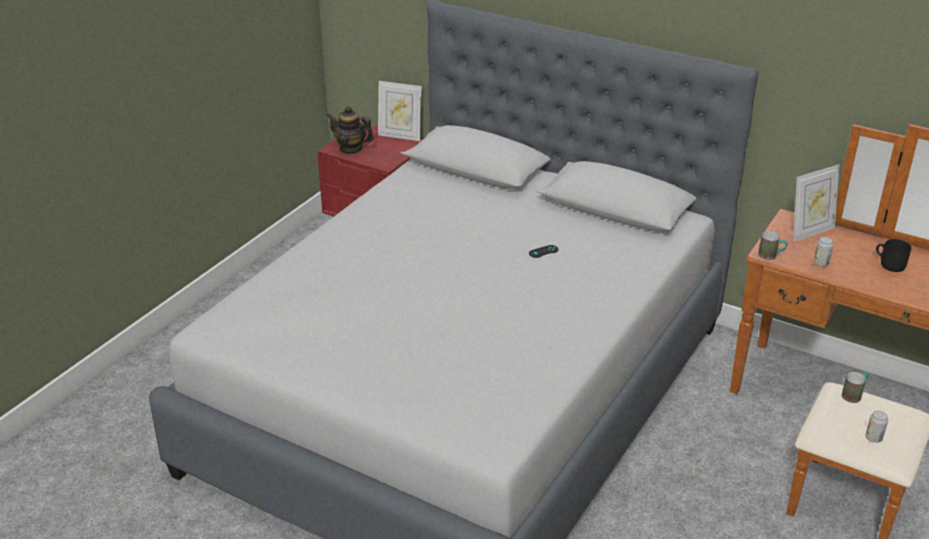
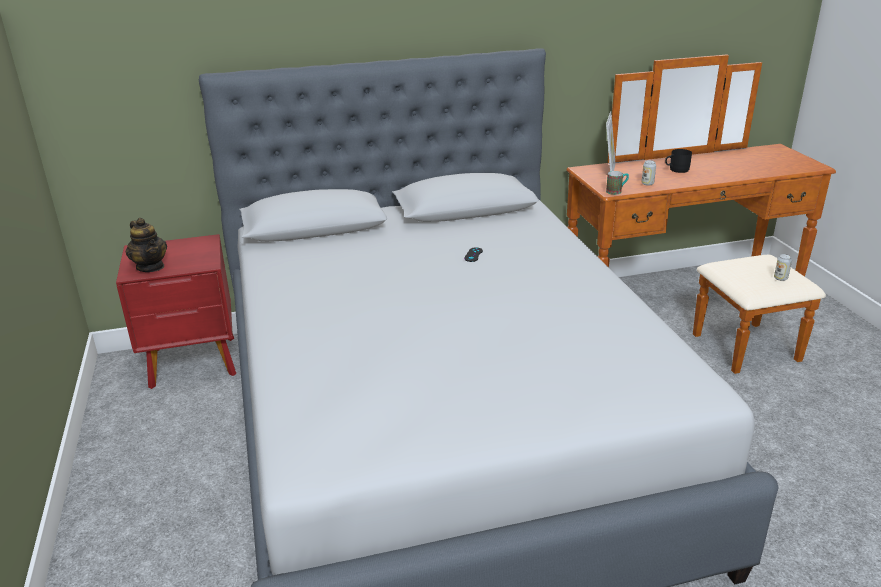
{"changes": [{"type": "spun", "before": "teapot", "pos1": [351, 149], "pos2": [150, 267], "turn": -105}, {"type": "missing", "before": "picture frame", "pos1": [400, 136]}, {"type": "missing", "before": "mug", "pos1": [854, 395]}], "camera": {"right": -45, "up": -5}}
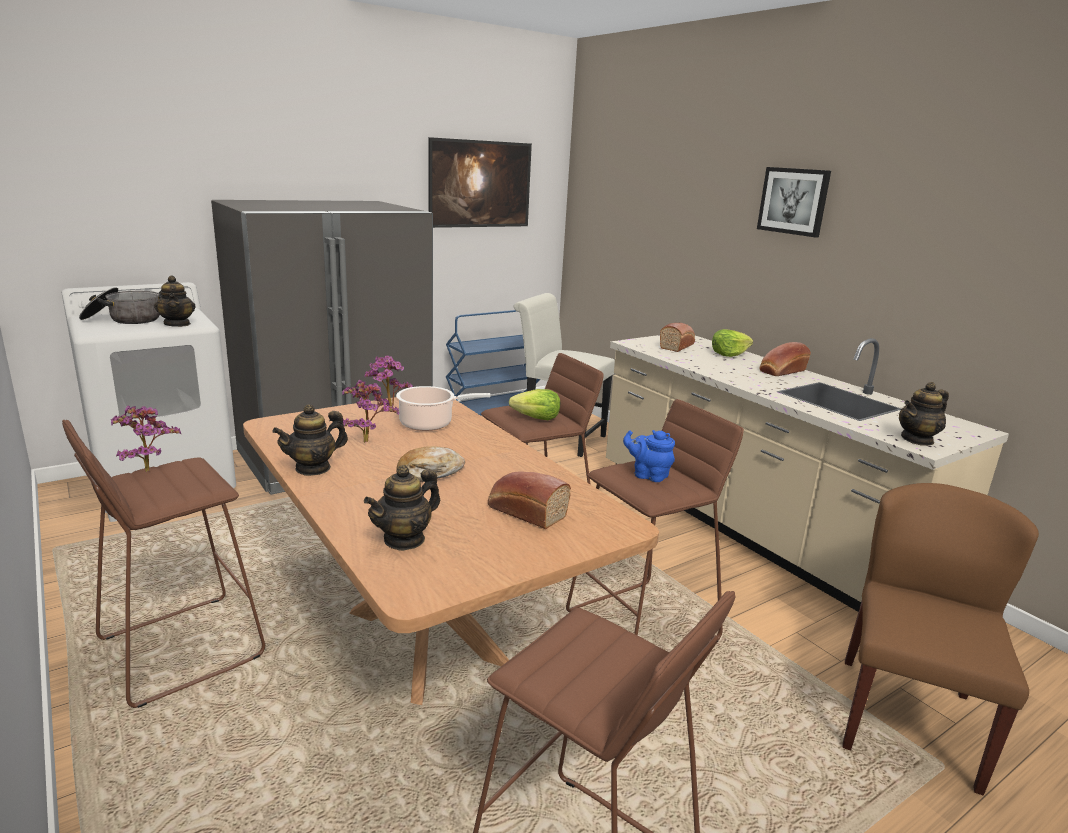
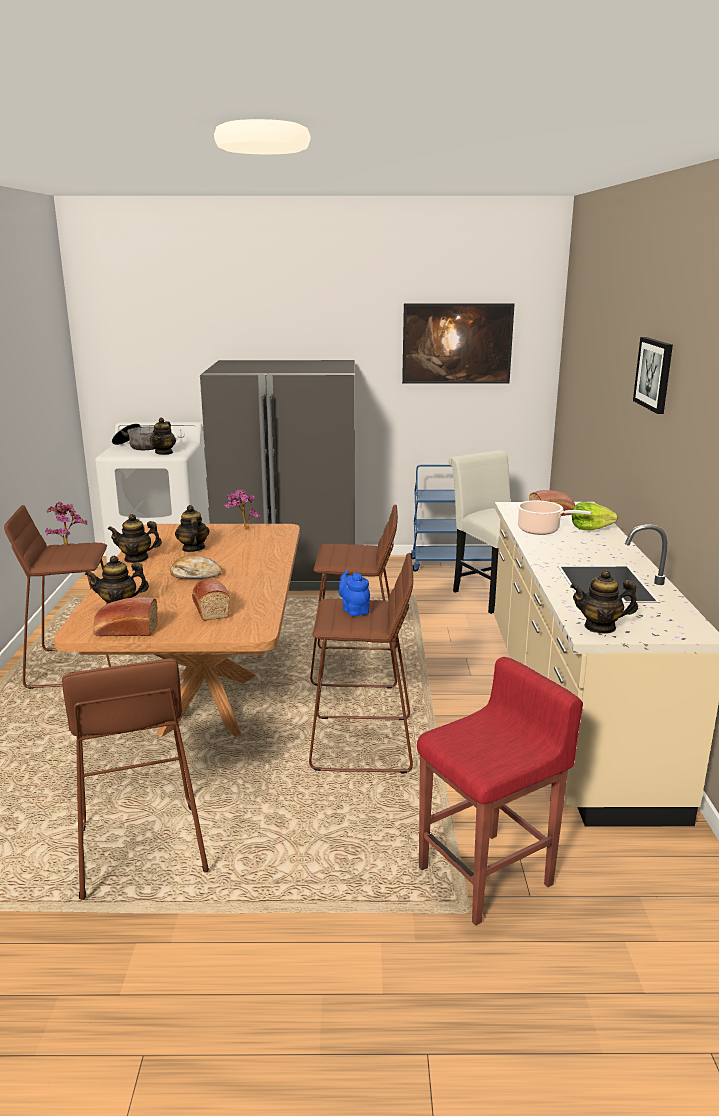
{"changes": [{"type": "relocated", "before": "bread", "pos1": [781, 371], "pos2": [124, 631]}, {"type": "exchanged", "before": "potted plant", "after": "teapot", "pos1": [367, 440], "pos2": [193, 548]}, {"type": "exchanged", "before": "chair/brown", "after": "stool/red", "pos1": [906, 719], "pos2": [487, 876]}, {"type": "relocated", "before": "cooking pot", "pos1": [430, 424], "pos2": [541, 530]}, {"type": "missing", "before": "lettuce", "pos1": [536, 418]}], "camera": {"right": 35, "up": 0}}
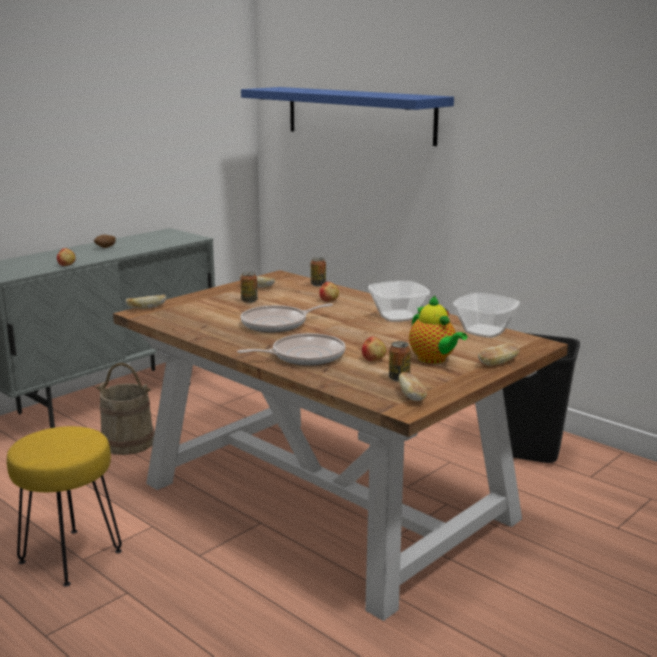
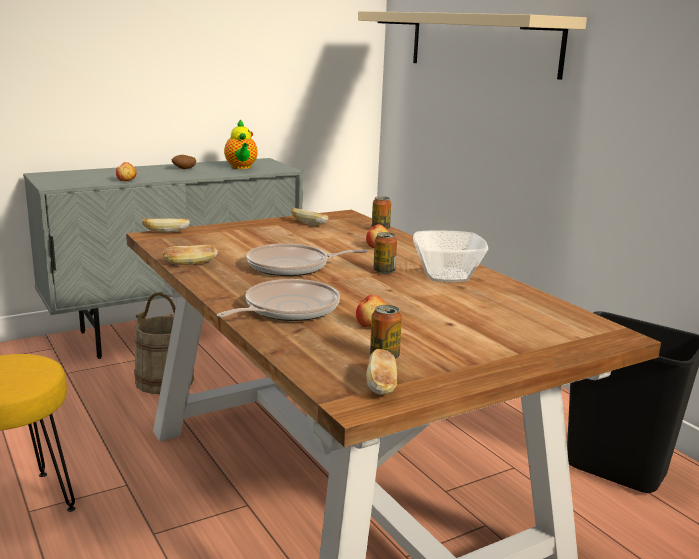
{"changes": [{"type": "relocated", "before": "bread", "pos1": [498, 363], "pos2": [190, 264]}, {"type": "spun", "before": "frying pan", "pos1": [304, 356], "pos2": [287, 309], "turn": -45}, {"type": "relocated", "before": "teapot", "pos1": [434, 360], "pos2": [241, 167]}, {"type": "colour", "before": "shelf/blue", "after": "shelf/beige", "pos1": [359, 114], "pos2": [481, 43]}, {"type": "relocated", "before": "can", "pos1": [249, 301], "pos2": [384, 271]}, {"type": "missing", "before": "bowl", "pos1": [485, 331]}], "camera": {"right": 15, "up": 0}}
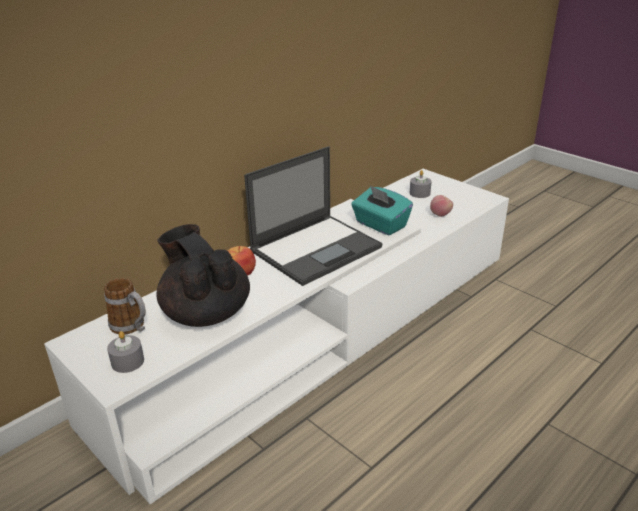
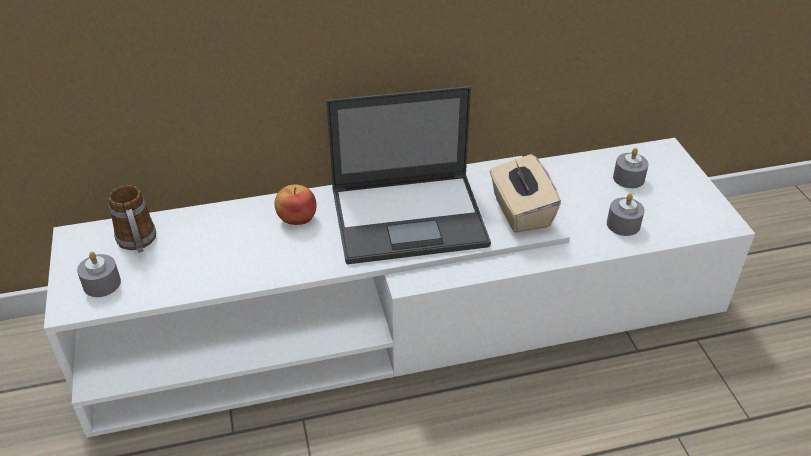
{"changes": [{"type": "colour", "before": "tissue box/turquoise", "after": "tissue box/beige", "pos1": [380, 225], "pos2": [520, 211]}, {"type": "exchanged", "before": "apple", "after": "candle/grey", "pos1": [440, 215], "pos2": [623, 224]}, {"type": "missing", "before": "teapot/black", "pos1": [206, 313]}], "camera": {"right": 30, "up": 10}}
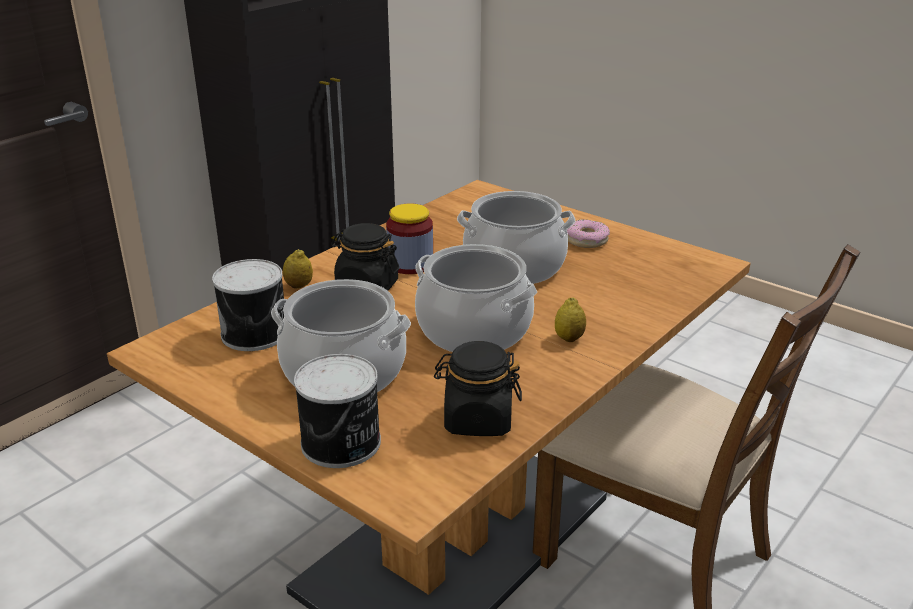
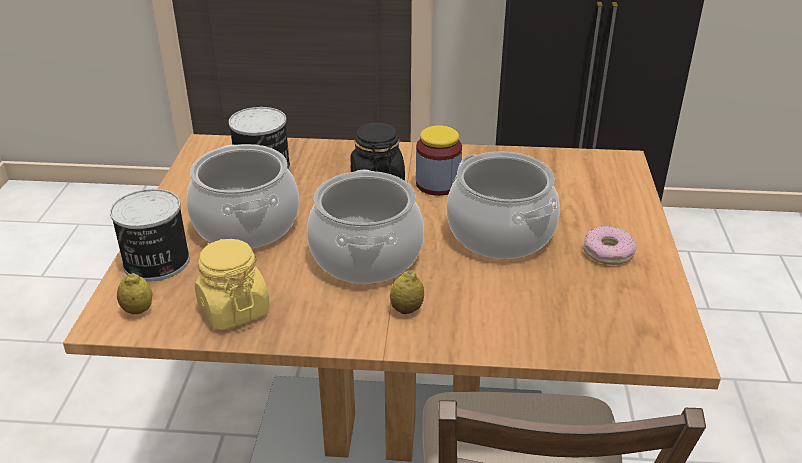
{"changes": [{"type": "relocated", "before": "lemon", "pos1": [299, 286], "pos2": [138, 310]}, {"type": "colour", "before": "jar/black", "after": "jar/yellow", "pos1": [477, 420], "pos2": [233, 309]}], "camera": {"right": 55, "up": 5}}
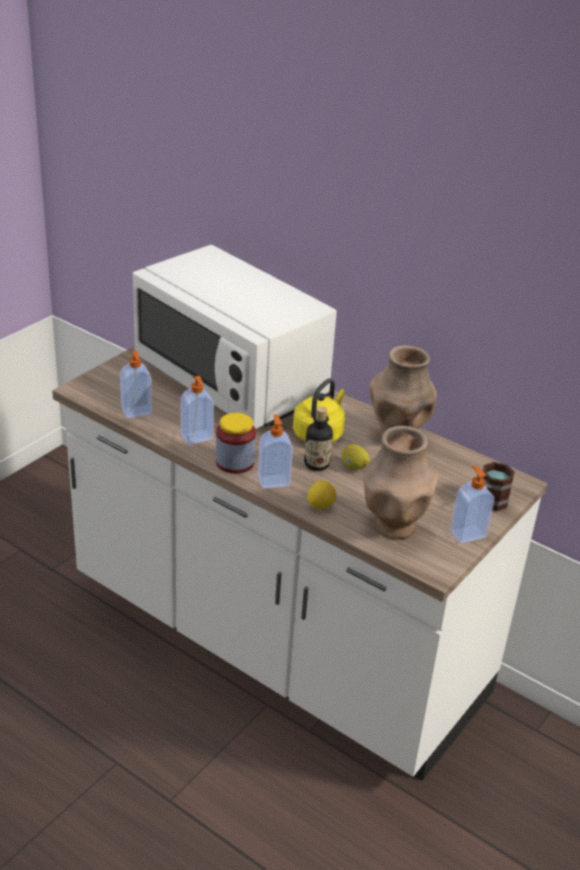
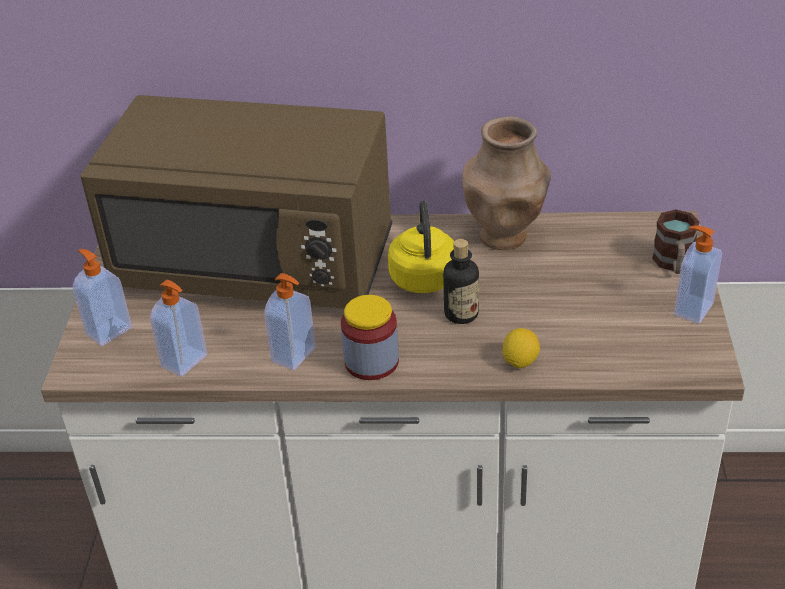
{"changes": [{"type": "relocated", "before": "soap dispenser", "pos1": [273, 481], "pos2": [108, 330]}, {"type": "colour", "before": "microwave/white", "after": "microwave/brown", "pos1": [231, 382], "pos2": [257, 264]}, {"type": "missing", "before": "lemon", "pos1": [354, 467]}, {"type": "missing", "before": "vase/brown", "pos1": [393, 526]}], "camera": {"right": -30, "up": 5}}
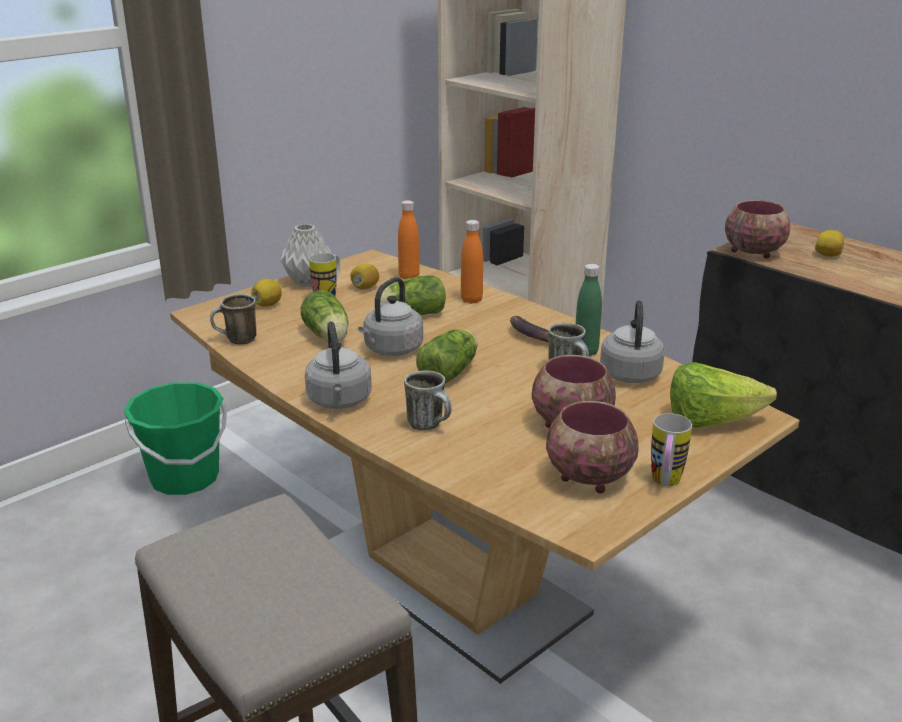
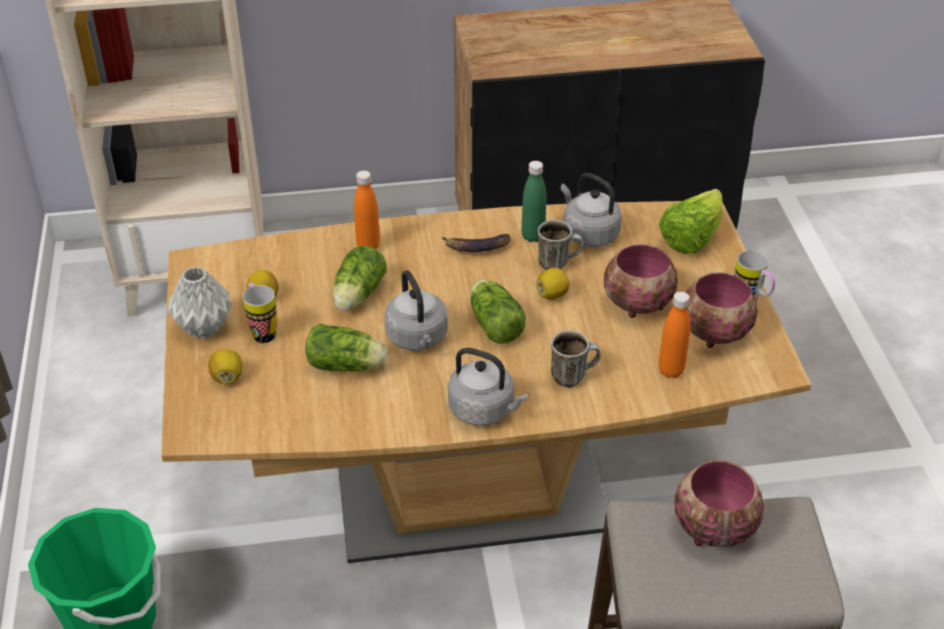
{"changes": [{"type": "relocated", "before": "lemon", "pos1": [828, 255], "pos2": [552, 294]}, {"type": "relocated", "before": "bottle/orange", "pos1": [409, 277], "pos2": [671, 370]}, {"type": "relocated", "before": "bowl", "pos1": [753, 252], "pos2": [712, 528]}, {"type": "missing", "before": "mug", "pos1": [236, 341]}], "camera": {"right": -55, "up": 15}}
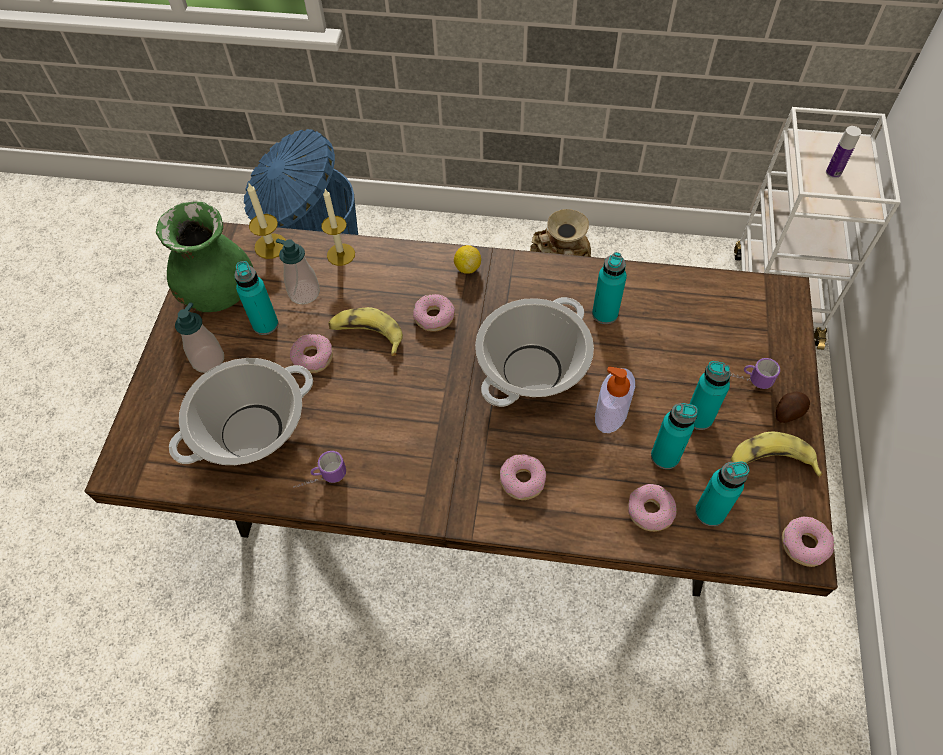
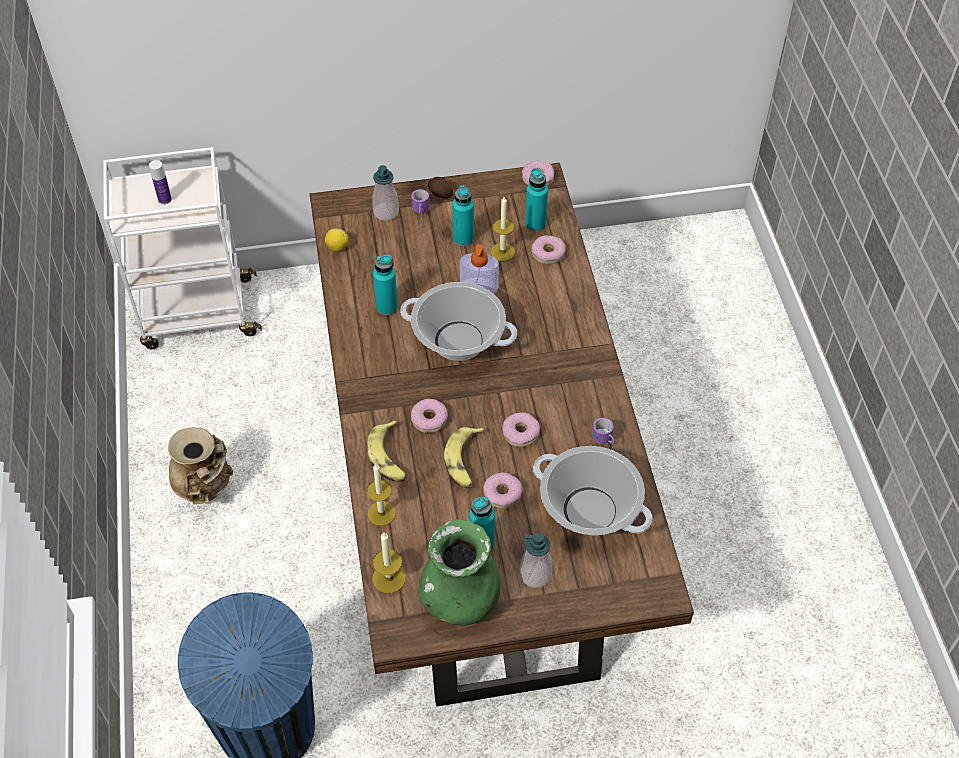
{"changes": [{"type": "relocated", "before": "lemon", "pos1": [467, 267], "pos2": [337, 247]}, {"type": "relocated", "before": "banana", "pos1": [769, 462], "pos2": [389, 457]}, {"type": "relocated", "before": "soap dispenser", "pos1": [304, 293], "pos2": [386, 212]}, {"type": "exchanged", "before": "bottle/turquoise", "after": "candle", "pos1": [665, 456], "pos2": [502, 252]}, {"type": "relocated", "before": "donut", "pos1": [522, 480], "pos2": [521, 433]}], "camera": {"right": -110, "up": -5}}
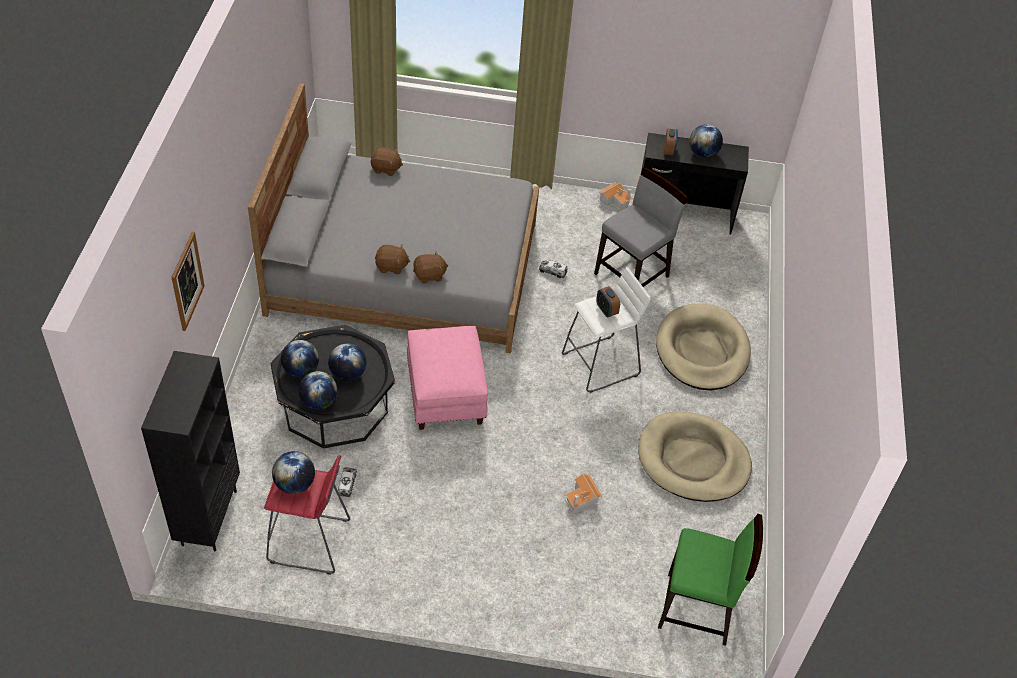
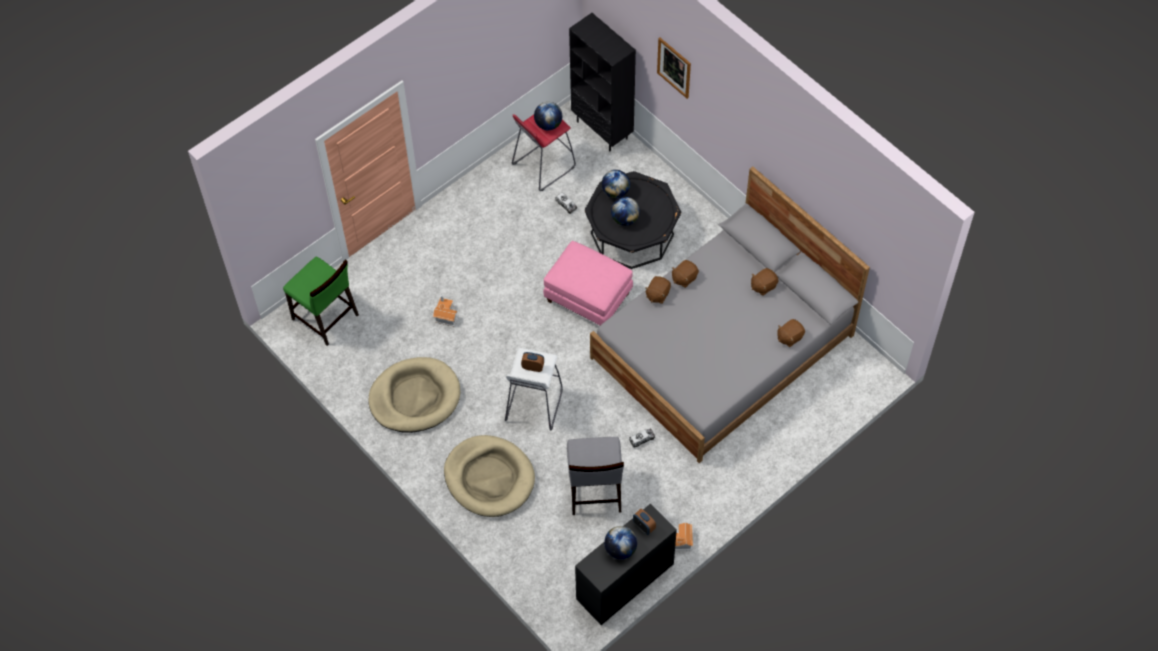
{"changes": [{"type": "spun", "before": "chair/green", "pos1": [697, 609], "pos2": [325, 318], "turn": -105}, {"type": "appeared", "after": "plush toy/brown", "pos2": [763, 286]}, {"type": "missing", "before": "globe", "pos1": [301, 370]}], "camera": {"right": 135, "up": 10}}
